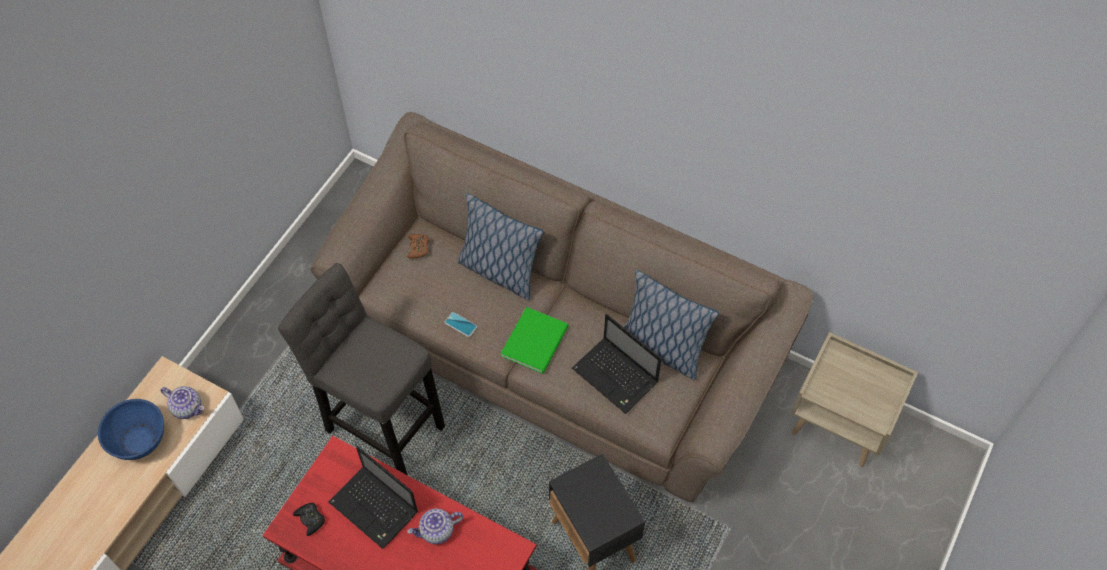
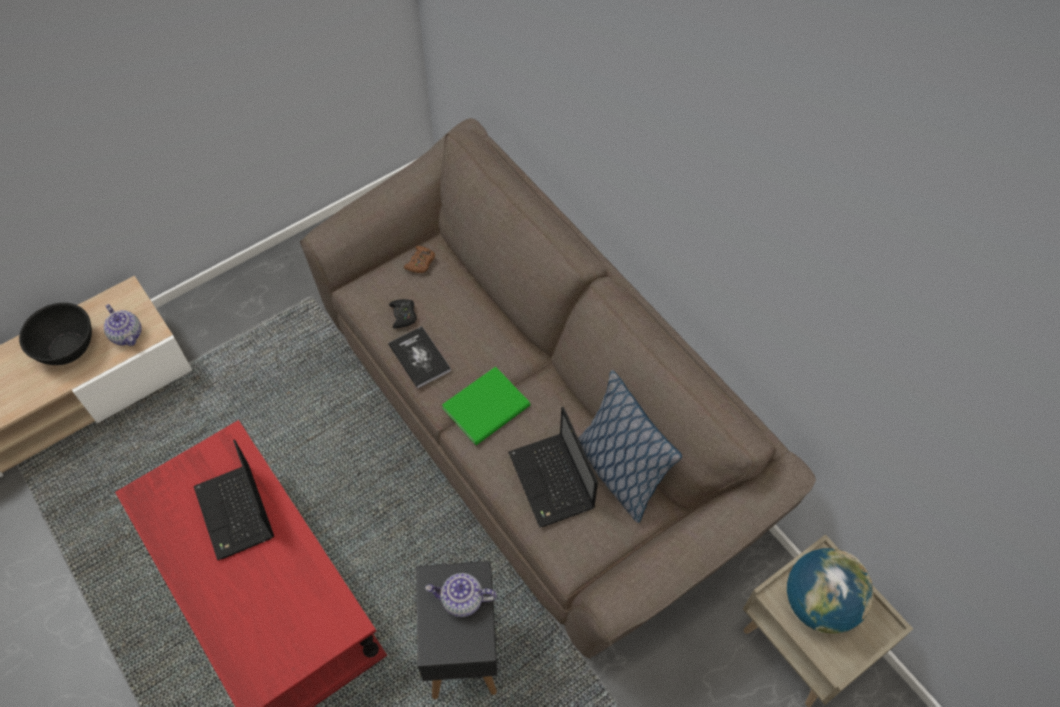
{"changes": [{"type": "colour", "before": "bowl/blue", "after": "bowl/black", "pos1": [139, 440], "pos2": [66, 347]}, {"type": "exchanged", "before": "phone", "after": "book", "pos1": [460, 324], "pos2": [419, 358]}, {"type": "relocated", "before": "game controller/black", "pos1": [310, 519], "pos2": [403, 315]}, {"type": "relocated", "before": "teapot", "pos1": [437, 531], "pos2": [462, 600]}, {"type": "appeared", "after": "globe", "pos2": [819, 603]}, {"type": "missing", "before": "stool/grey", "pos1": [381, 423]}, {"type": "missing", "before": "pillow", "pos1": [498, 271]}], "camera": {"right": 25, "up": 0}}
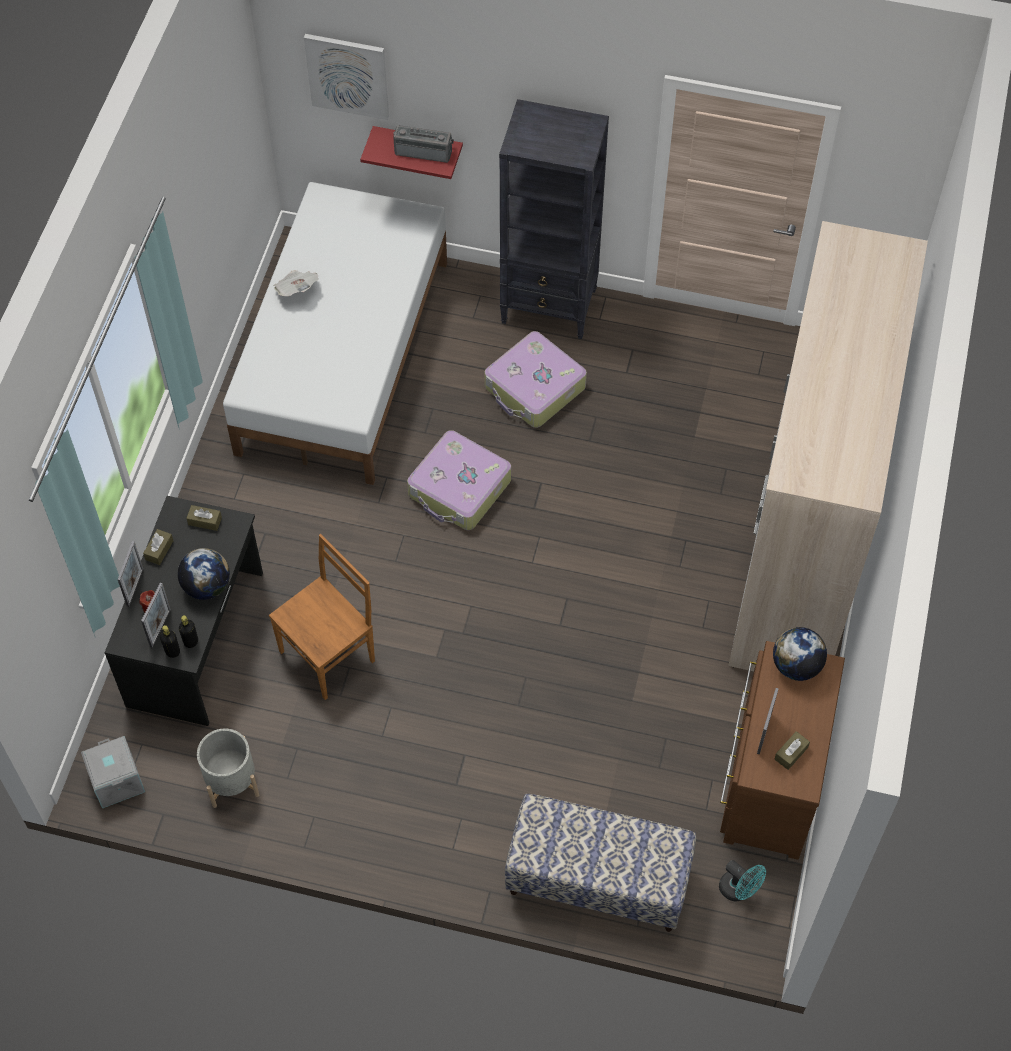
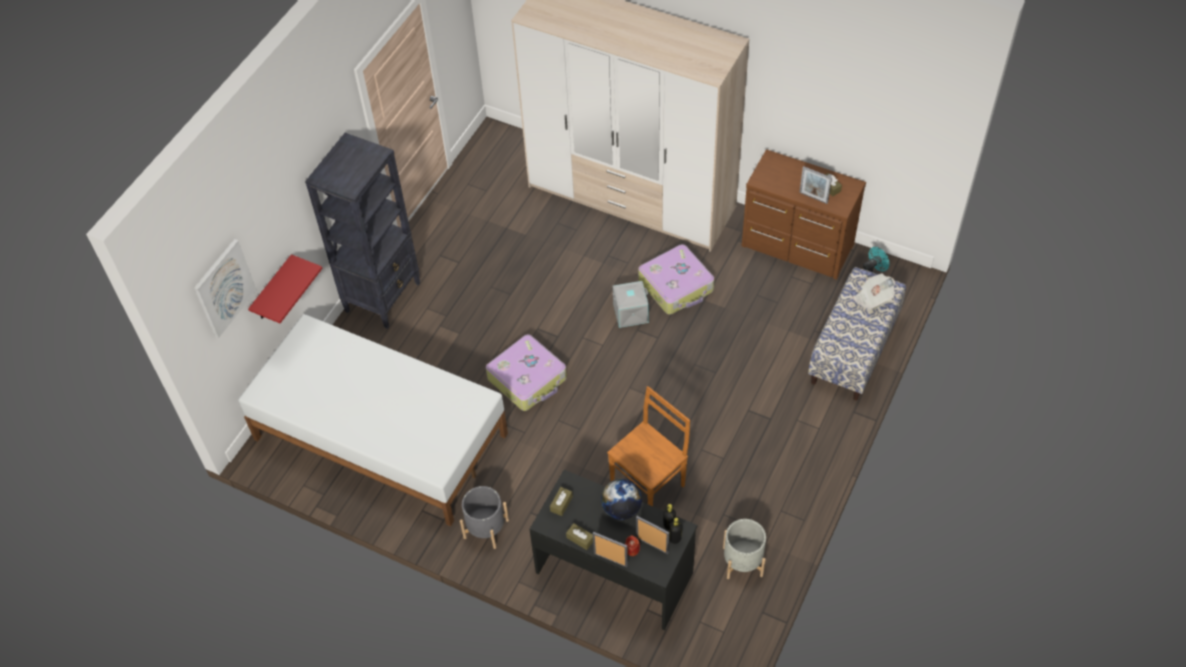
{"changes": [{"type": "appeared", "after": "planter/grey", "pos2": [486, 529]}, {"type": "spun", "before": "chair/brown", "pos1": [329, 654], "pos2": [649, 483], "turn": 75}, {"type": "relocated", "before": "storage box/grey", "pos1": [116, 781], "pos2": [630, 314]}, {"type": "relocated", "before": "suitcase", "pos1": [534, 388], "pos2": [676, 286]}, {"type": "relocated", "before": "newspaper", "pos1": [297, 290], "pos2": [873, 298]}, {"type": "missing", "before": "radio", "pos1": [424, 150]}, {"type": "missing", "before": "globe", "pos1": [796, 666]}], "camera": {"right": -75, "up": -5}}
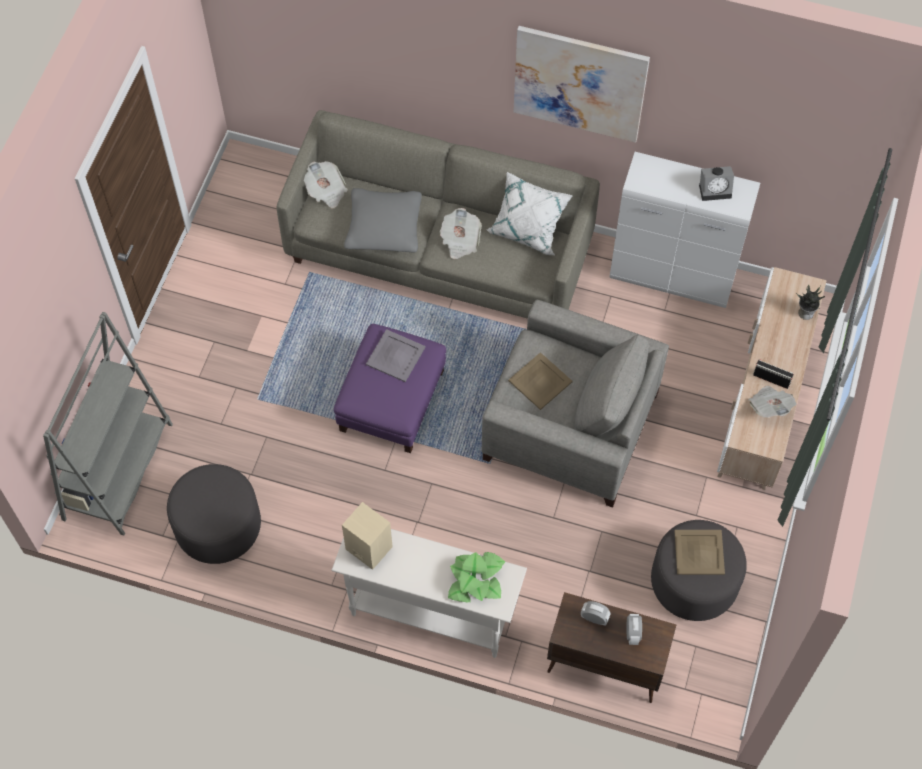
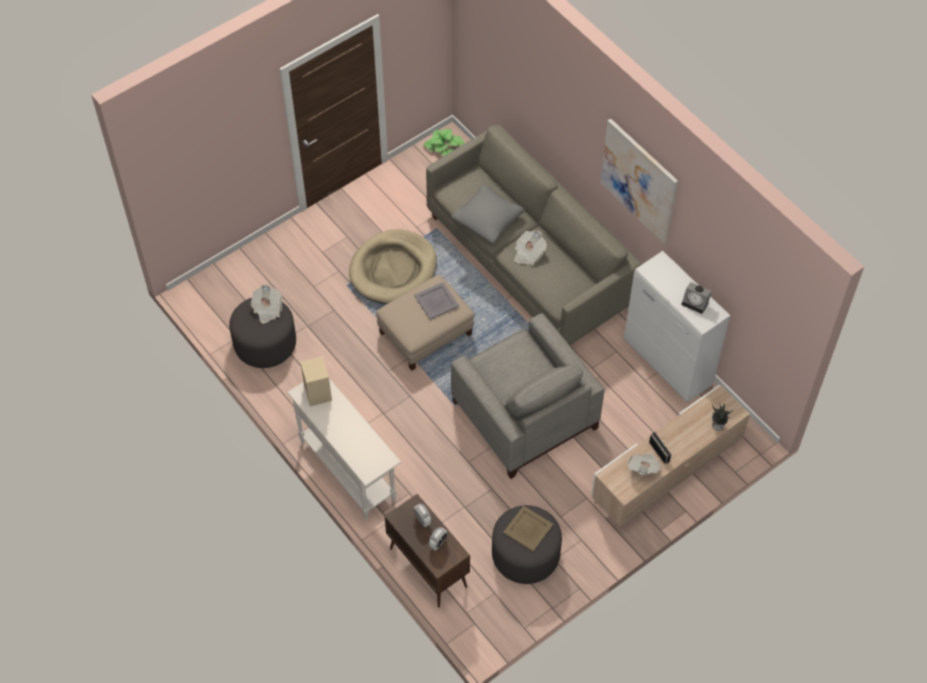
{"changes": [{"type": "relocated", "before": "newspaper", "pos1": [326, 191], "pos2": [267, 309]}, {"type": "appeared", "after": "dog bed/beige", "pos2": [393, 270]}, {"type": "colour", "before": "ottoman/purple", "after": "ottoman/beige", "pos1": [392, 401], "pos2": [425, 334]}, {"type": "relocated", "before": "potted plant", "pos1": [476, 580], "pos2": [444, 146]}, {"type": "missing", "before": "bookcase/grey", "pos1": [118, 471]}, {"type": "missing", "before": "pillow/white", "pos1": [528, 230]}, {"type": "missing", "before": "tray/beige", "pos1": [540, 380]}], "camera": {"right": 35, "up": -5}}
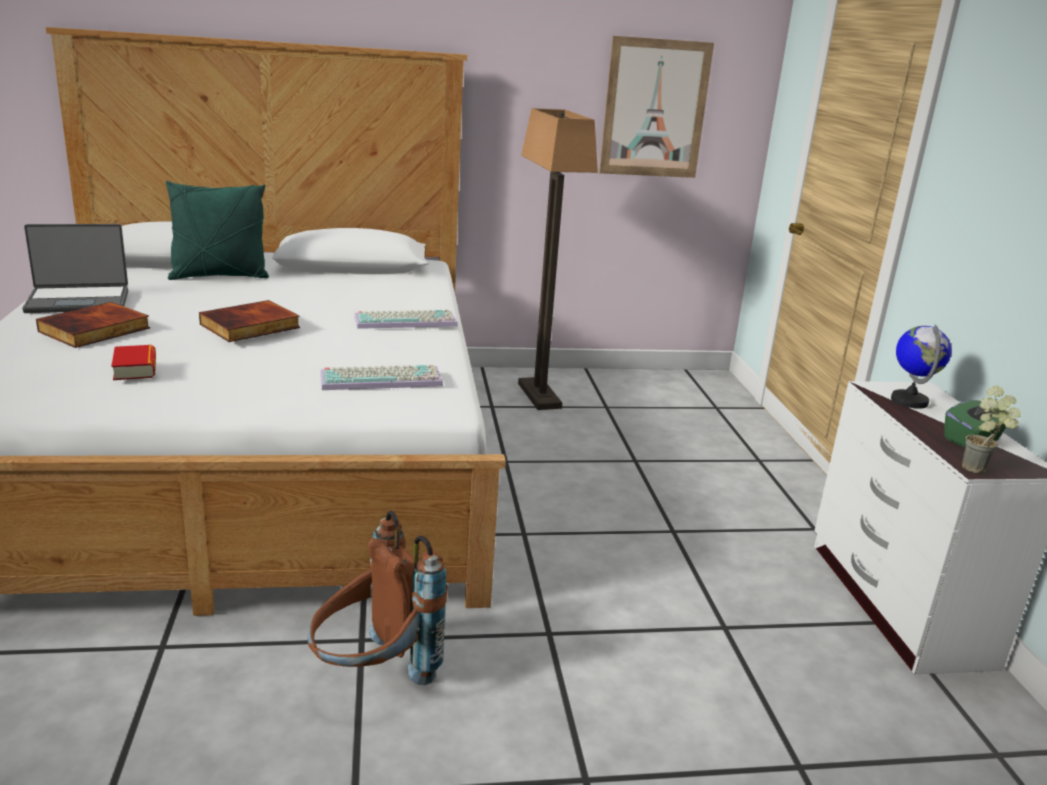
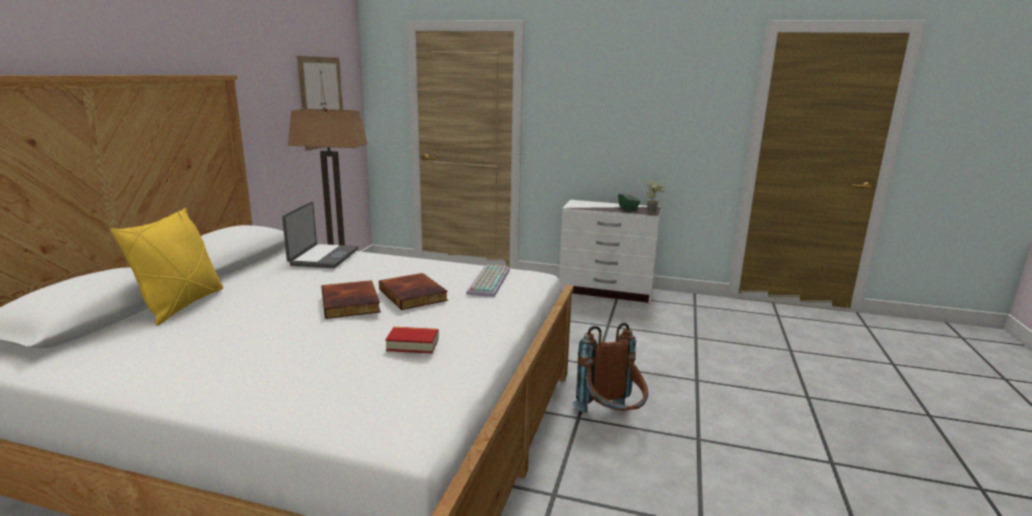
{"changes": [{"type": "colour", "before": "pillow/green", "after": "pillow/yellow", "pos1": [219, 276], "pos2": [182, 305]}, {"type": "relocated", "before": "laptop", "pos1": [79, 301], "pos2": [323, 257]}, {"type": "relocated", "before": "book", "pos1": [95, 330], "pos2": [414, 295]}, {"type": "missing", "before": "keyboard", "pos1": [407, 321]}, {"type": "missing", "before": "globe", "pos1": [909, 401]}], "camera": {"right": -65, "up": -5}}
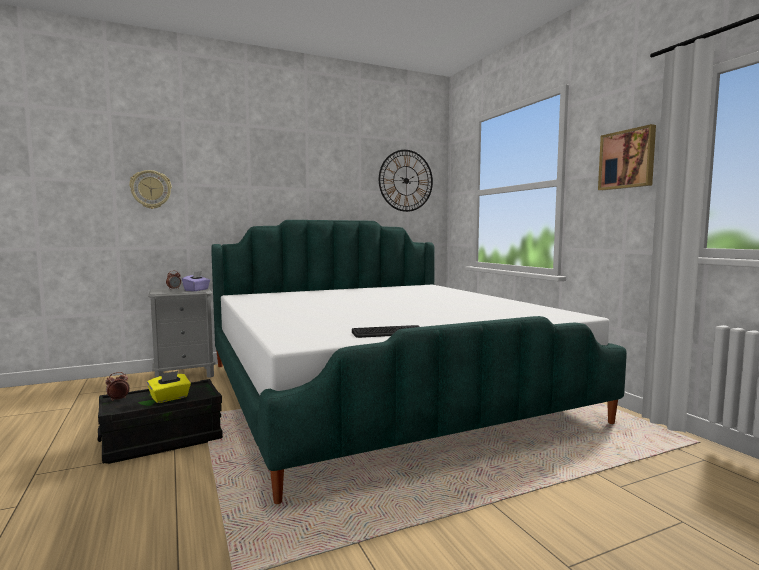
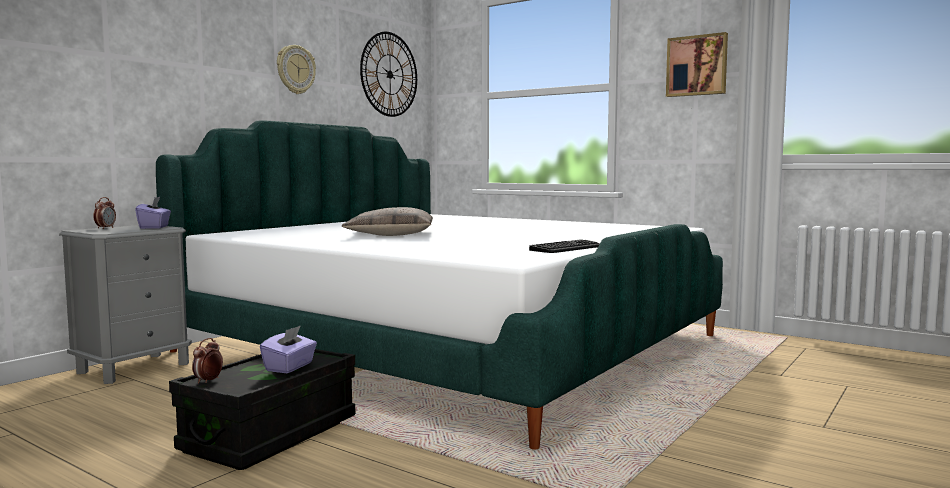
{"changes": [{"type": "colour", "before": "tissue box/yellow", "after": "tissue box/purple", "pos1": [170, 398], "pos2": [290, 367]}, {"type": "relocated", "before": "wall clock", "pos1": [151, 189], "pos2": [295, 69]}, {"type": "appeared", "after": "pillow", "pos2": [390, 234]}], "camera": {"right": -30, "up": 0}}
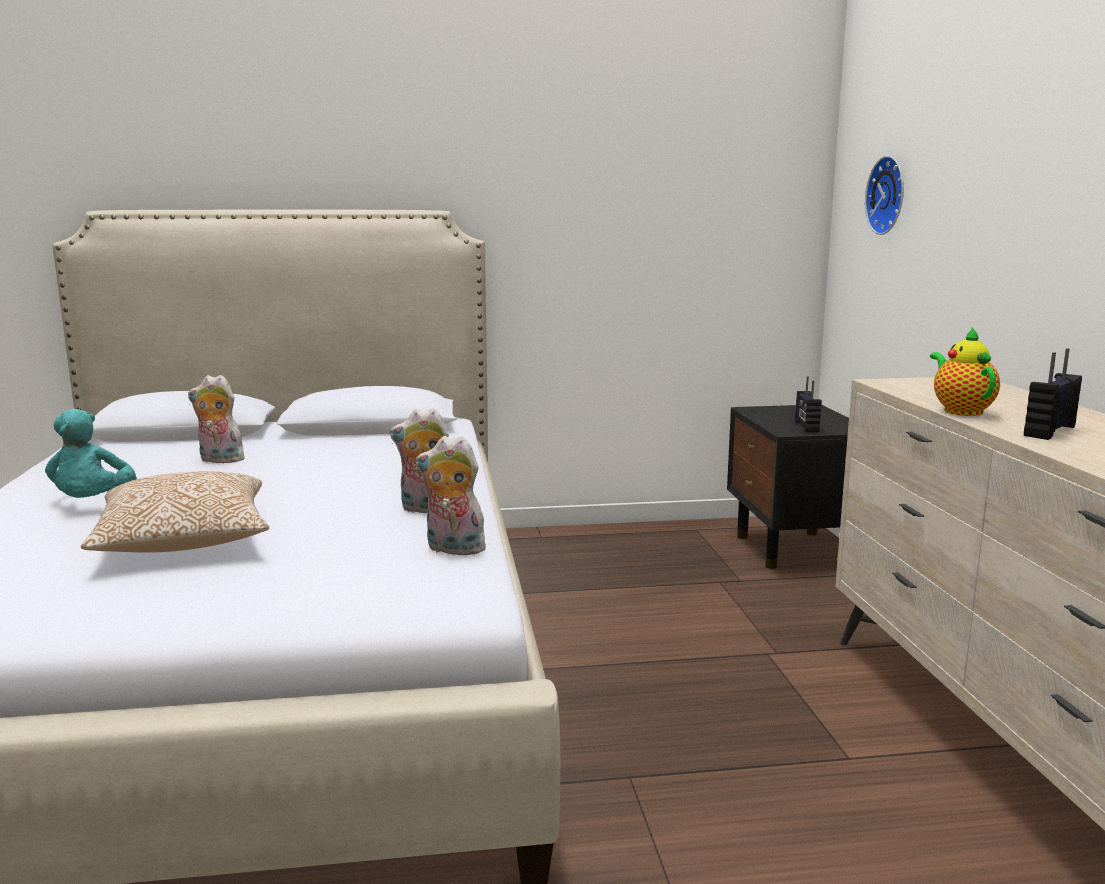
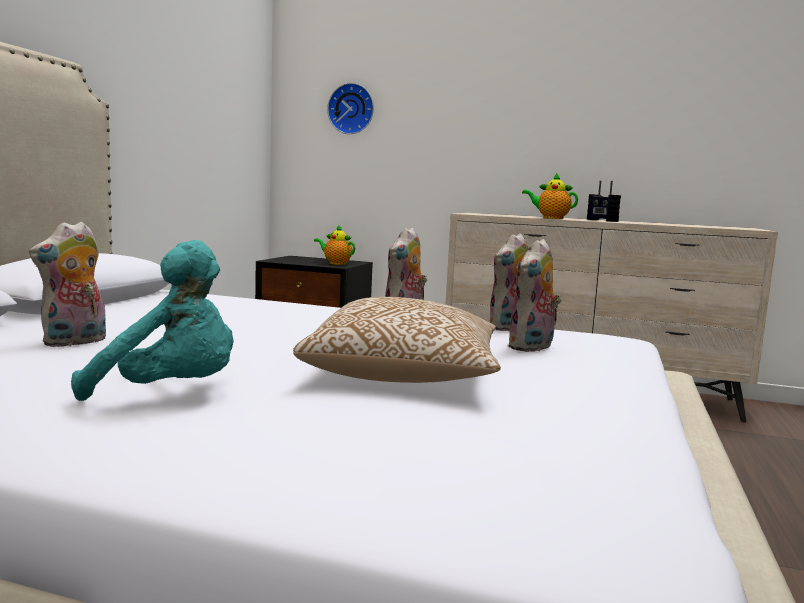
{"changes": [{"type": "exchanged", "before": "radio", "after": "teapot", "pos1": [806, 427], "pos2": [336, 263]}, {"type": "appeared", "after": "plush toy", "pos2": [532, 347]}], "camera": {"right": -65, "up": -5}}
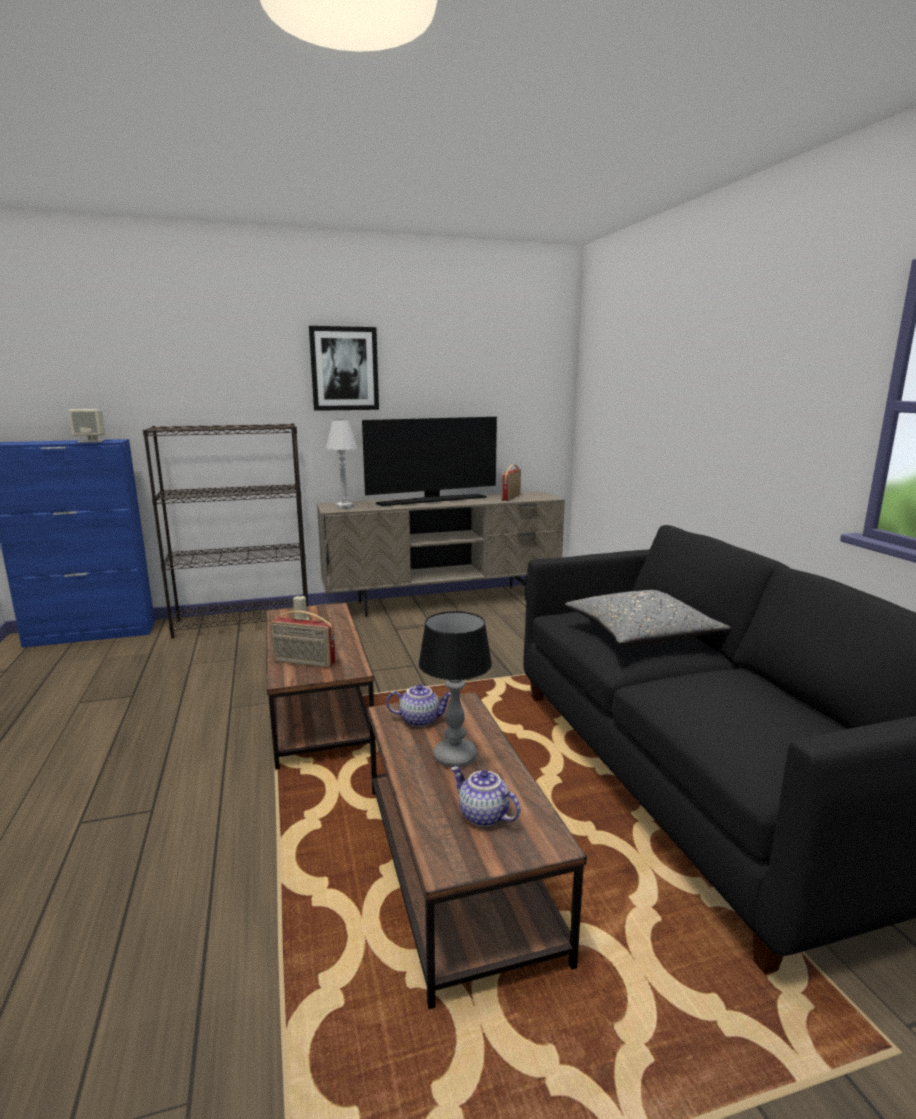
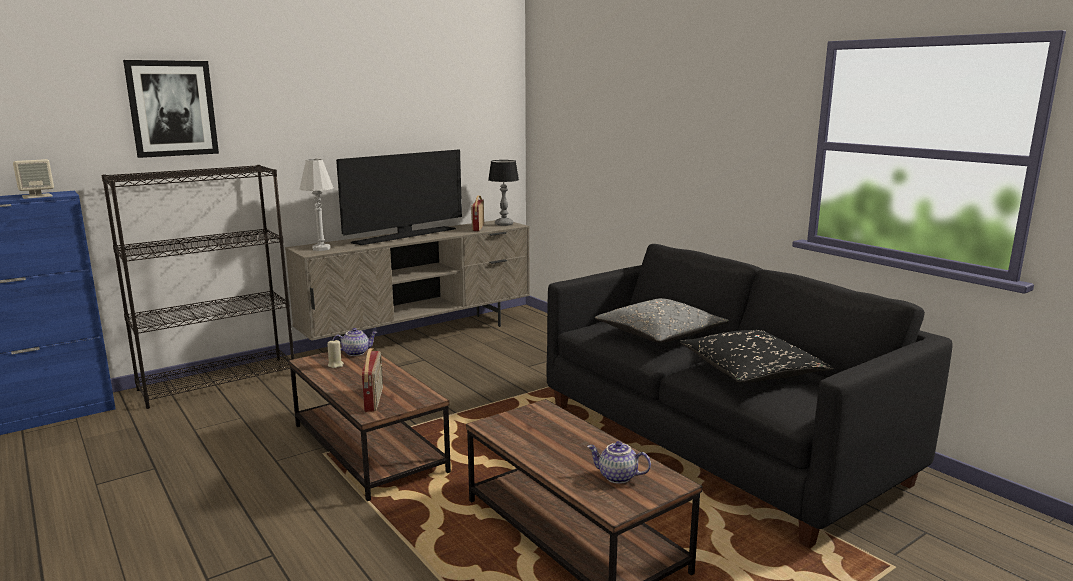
{"changes": [{"type": "relocated", "before": "picture", "pos1": [344, 369], "pos2": [172, 108]}, {"type": "relocated", "before": "teapot", "pos1": [420, 719], "pos2": [356, 352]}, {"type": "spun", "before": "radio", "pos1": [303, 663], "pos2": [374, 399], "turn": -90}, {"type": "relocated", "before": "table lamp", "pos1": [455, 756], "pos2": [504, 224]}, {"type": "appeared", "after": "pillow/black", "pos2": [751, 372]}], "camera": {"right": -20, "up": 0}}
